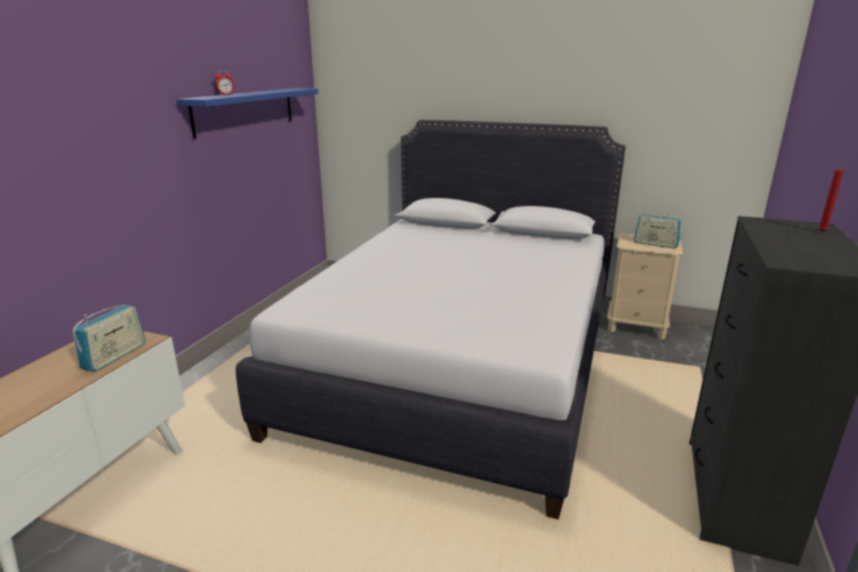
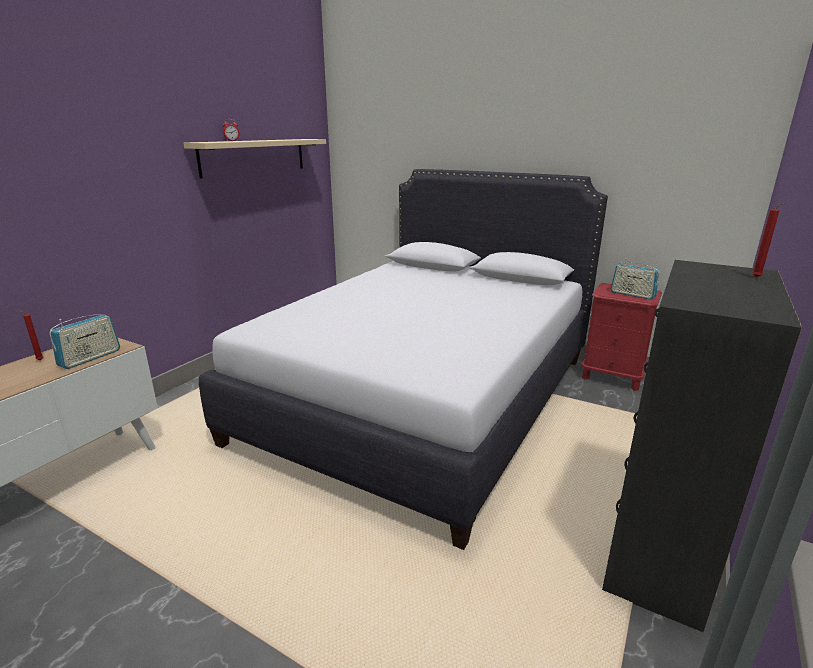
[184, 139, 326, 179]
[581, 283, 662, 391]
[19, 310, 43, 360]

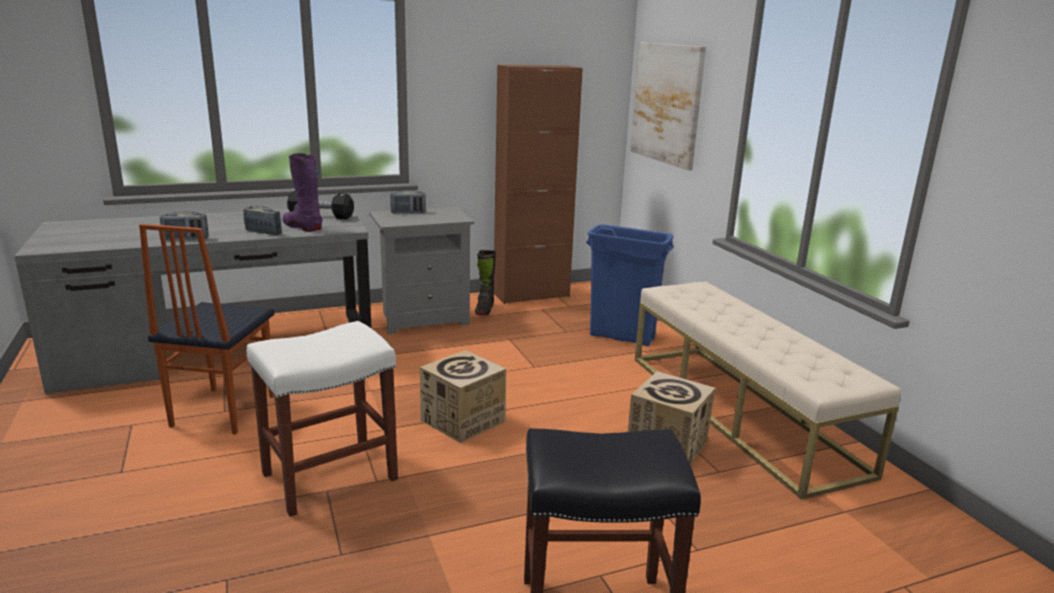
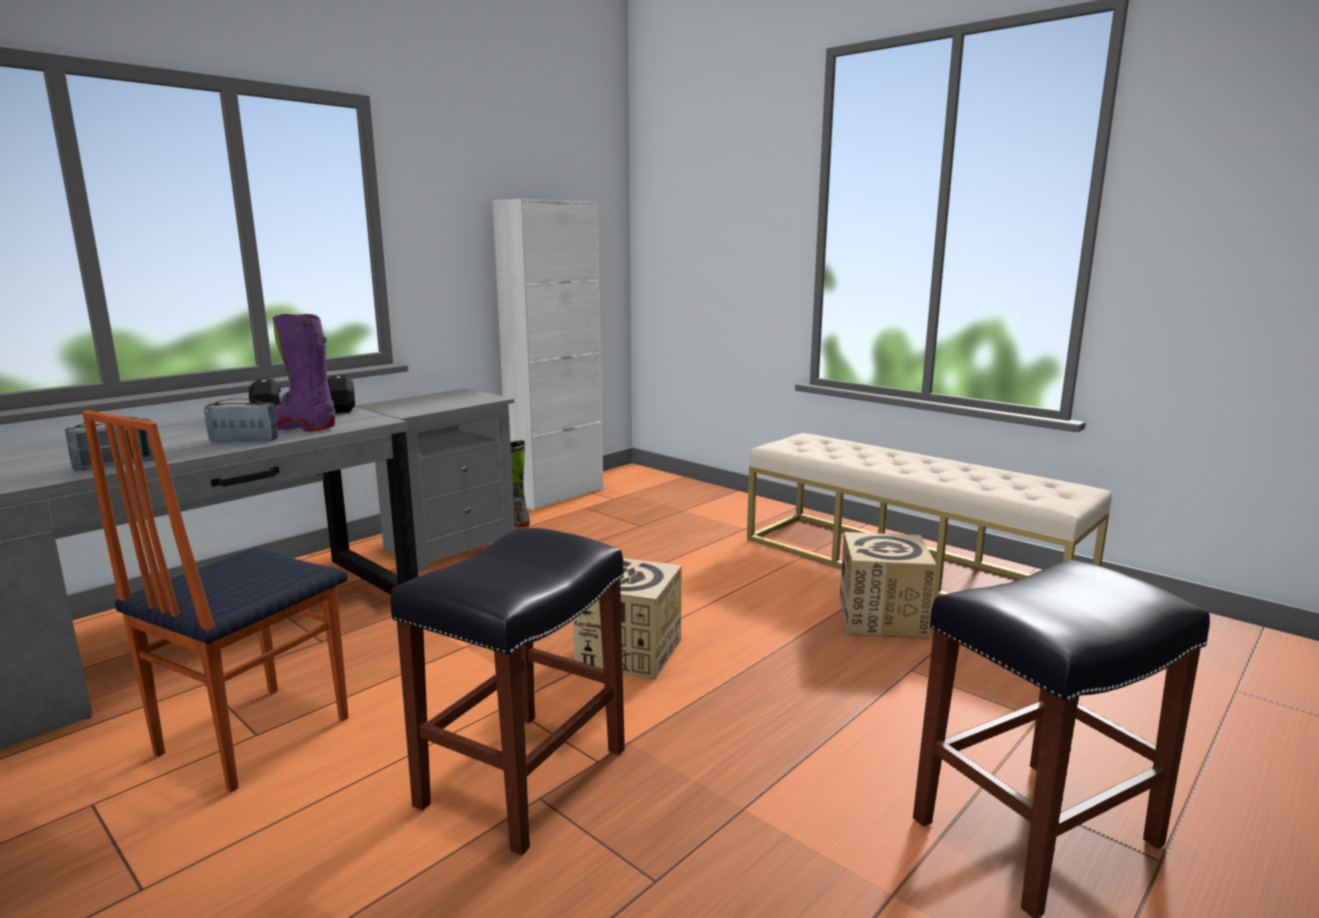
[82, 411, 349, 792]
[390, 528, 625, 855]
[390, 190, 426, 213] (first image)
[492, 199, 603, 511]
[586, 224, 674, 346] (first image)
[631, 42, 706, 170] (first image)

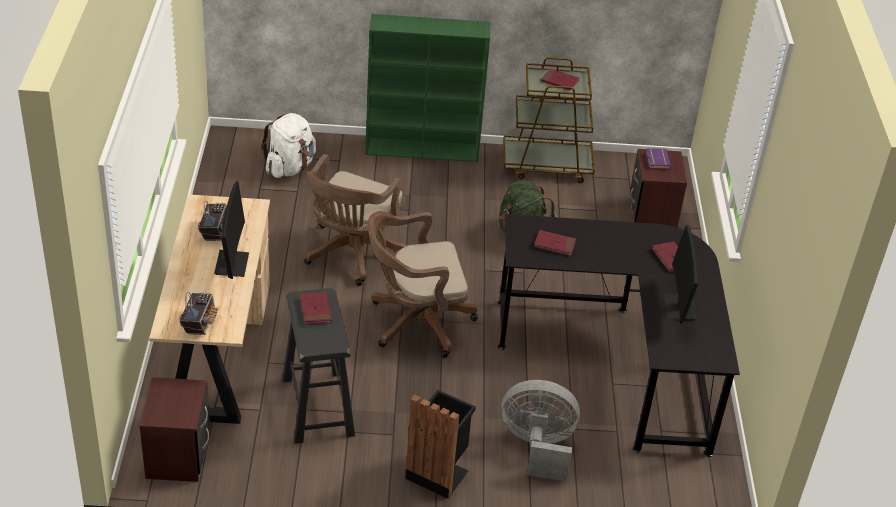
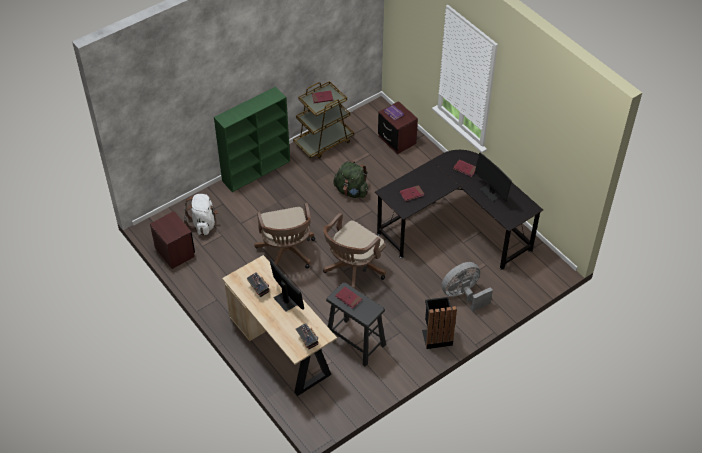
[150, 211, 195, 269]

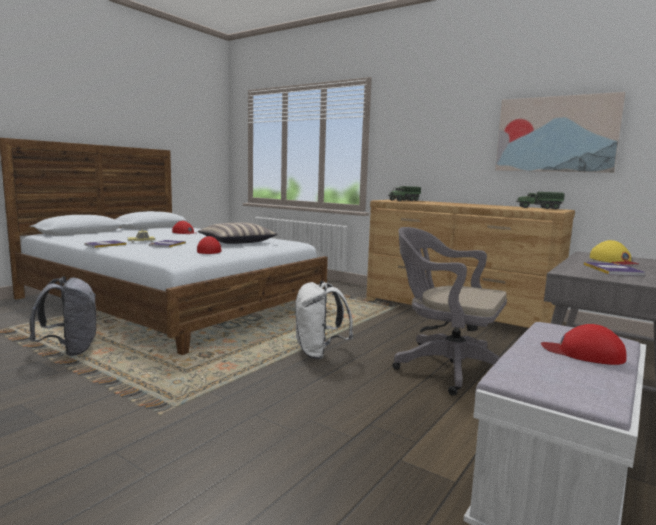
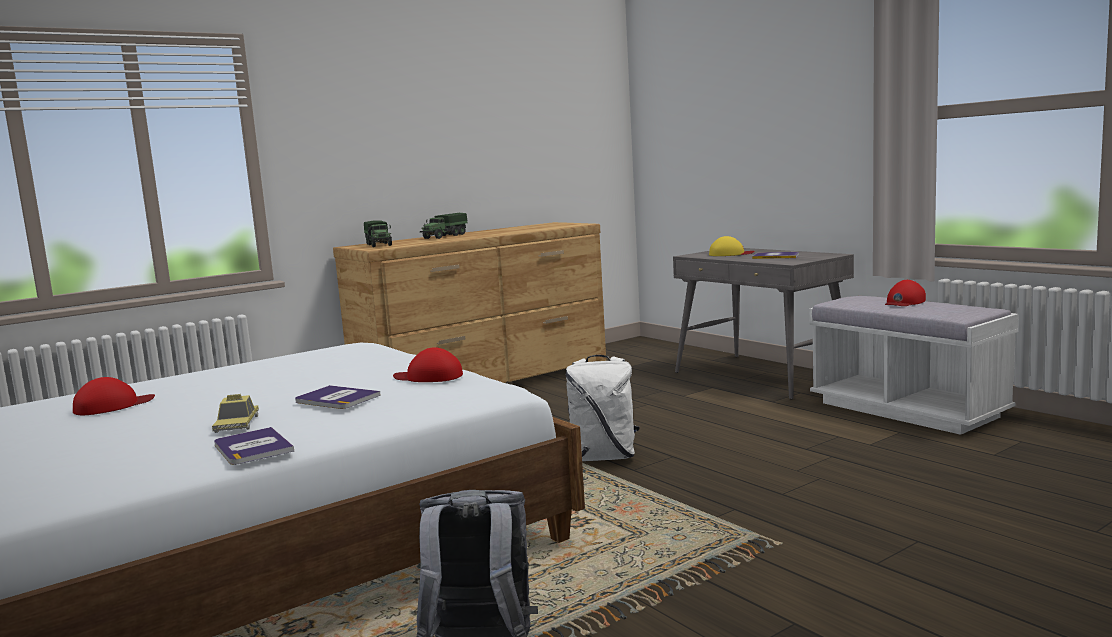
[198, 222, 278, 244] (first image)
[392, 227, 507, 396] (first image)
[495, 92, 625, 173] (first image)
[420, 213, 467, 239]

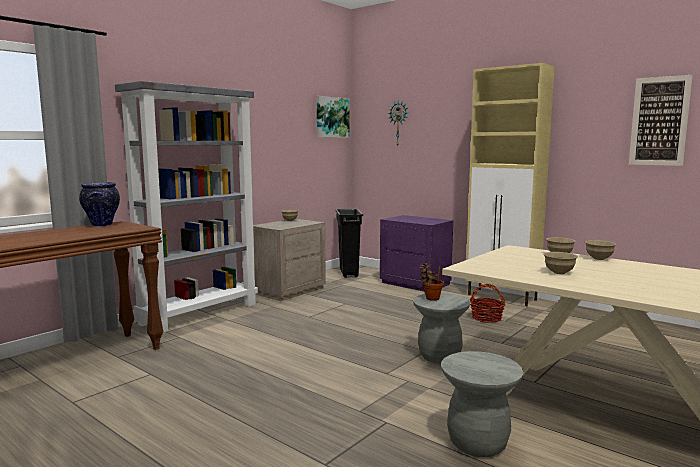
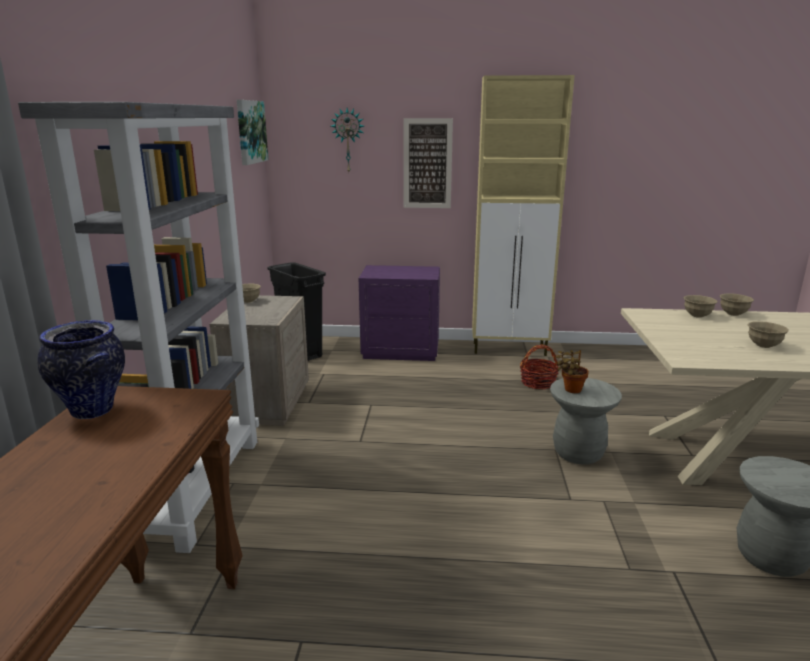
[404, 118, 453, 208]

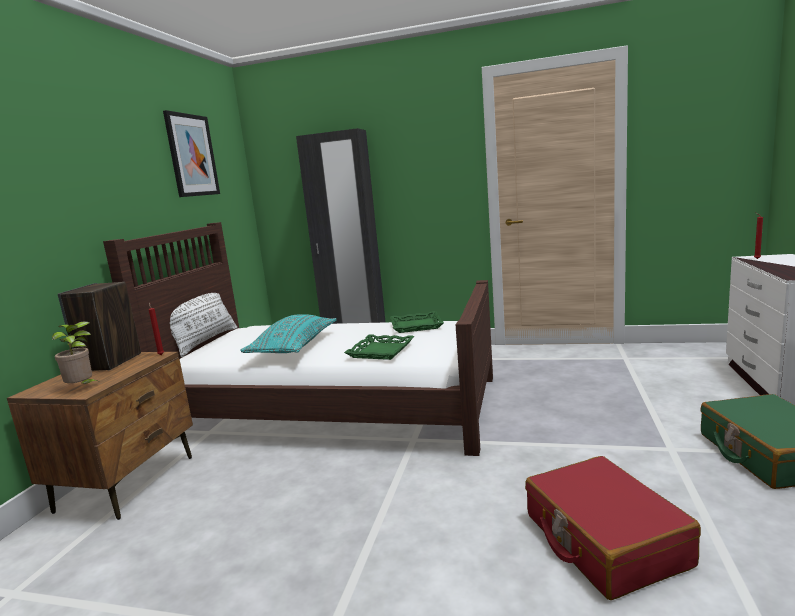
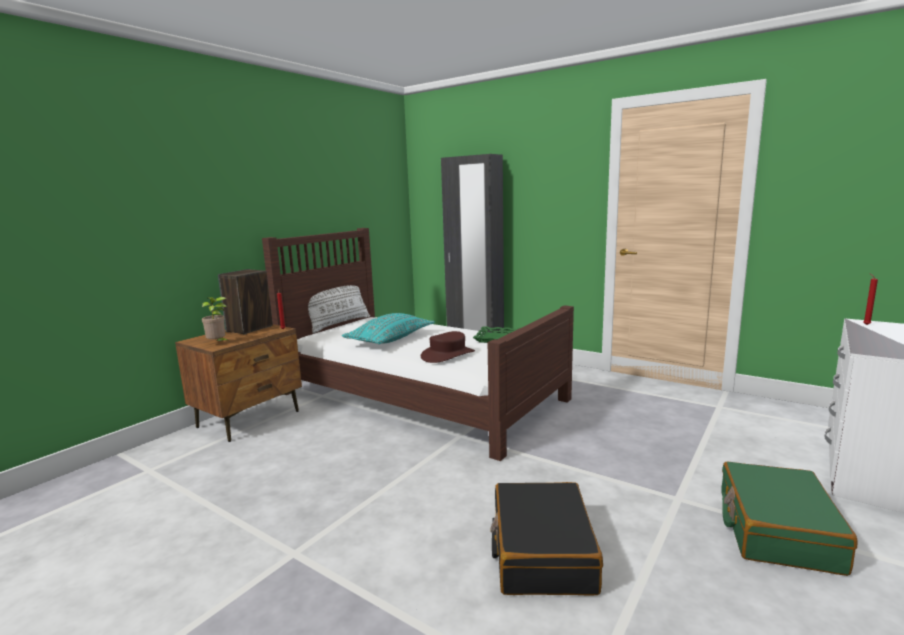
[163, 110, 220, 197] (first image)
[421, 331, 475, 363]
[490, 482, 603, 595]

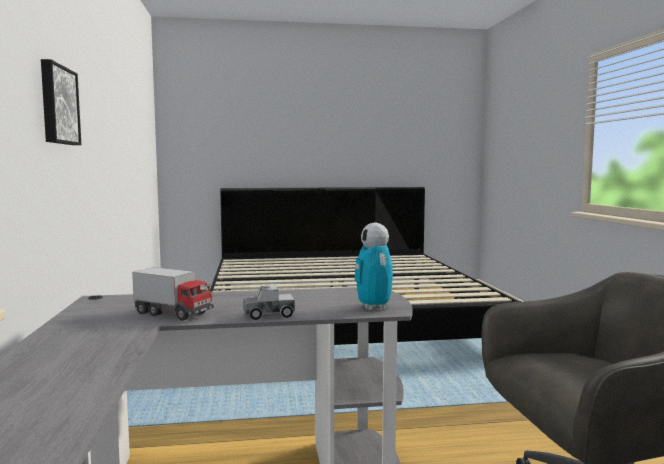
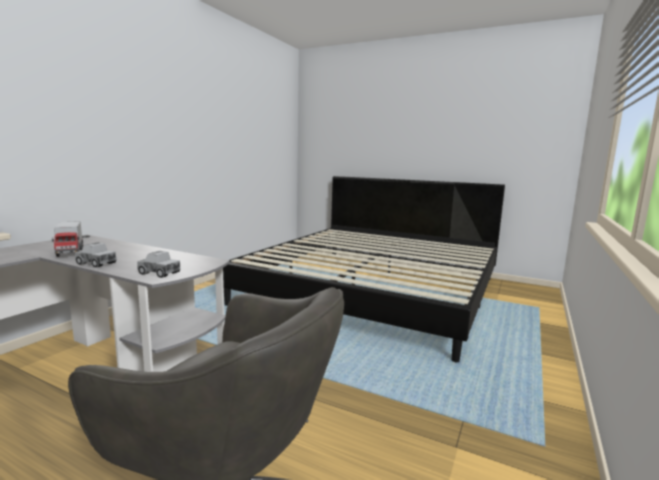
[41, 59, 81, 145] (first image)
[137, 251, 180, 278]

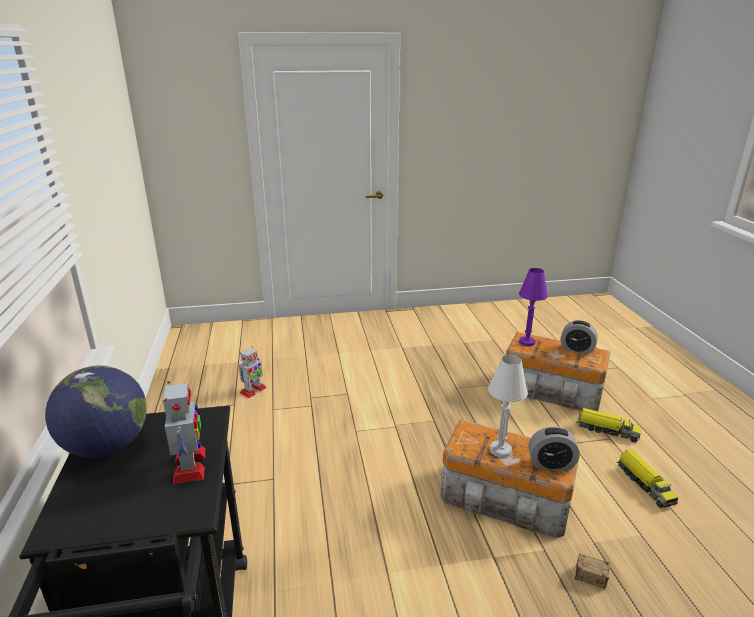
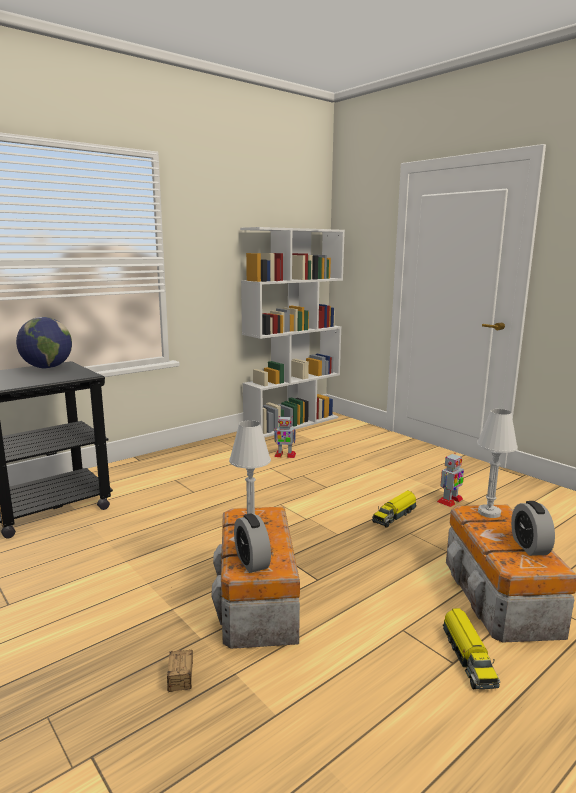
[437, 453, 464, 507]
[477, 409, 518, 518]
[372, 490, 417, 528]
[240, 227, 345, 438]

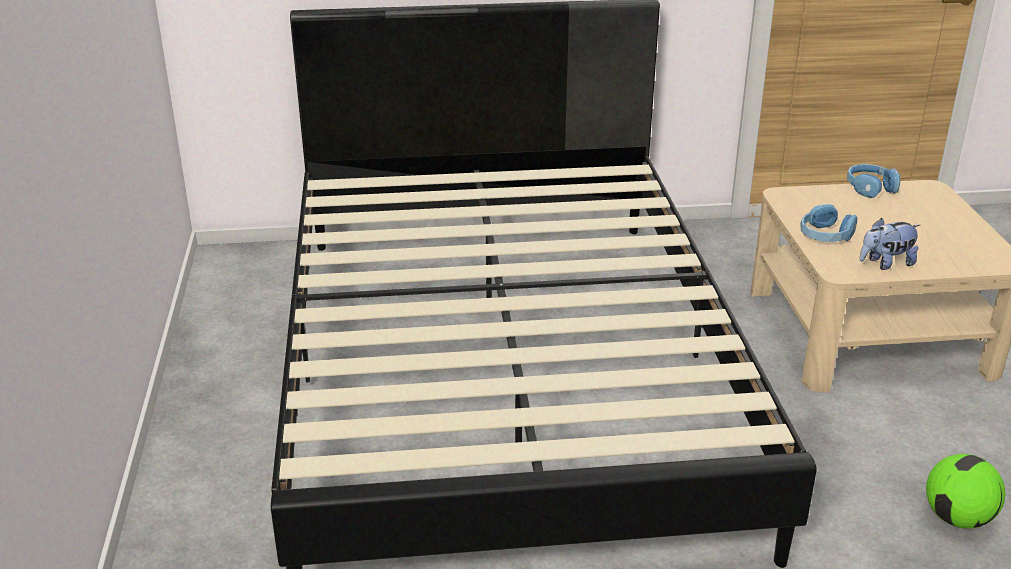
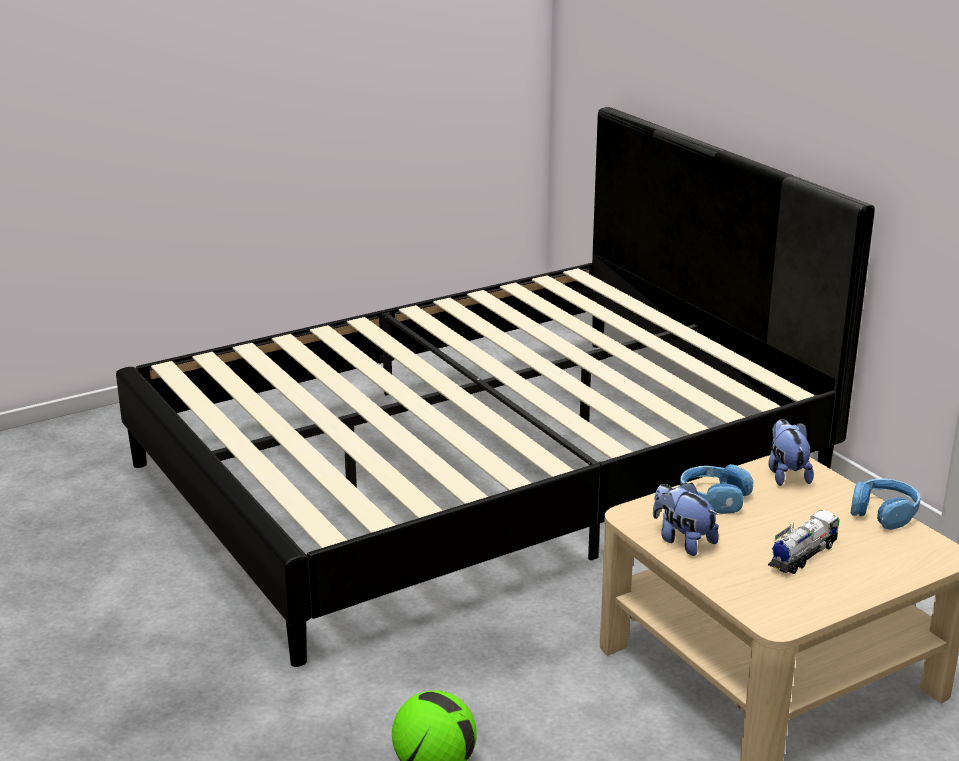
[768, 419, 814, 486]
[768, 509, 840, 574]

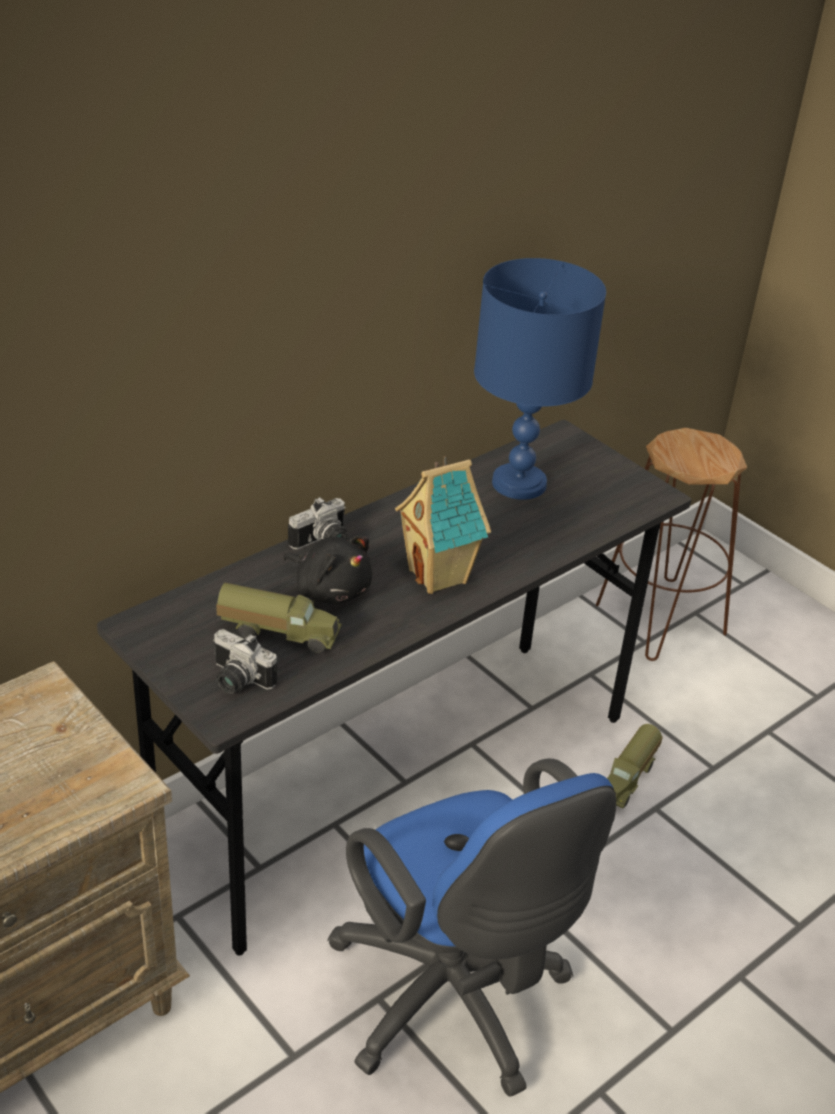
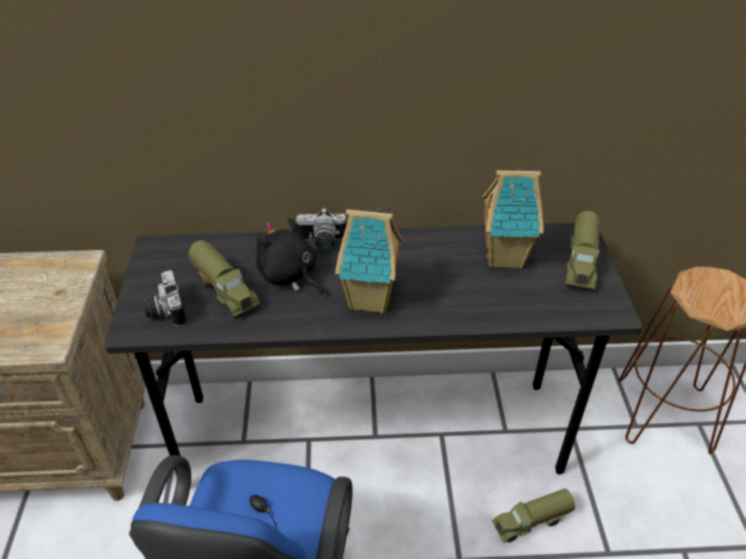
[256, 218, 323, 296]
[482, 165, 544, 269]
[565, 211, 602, 289]

